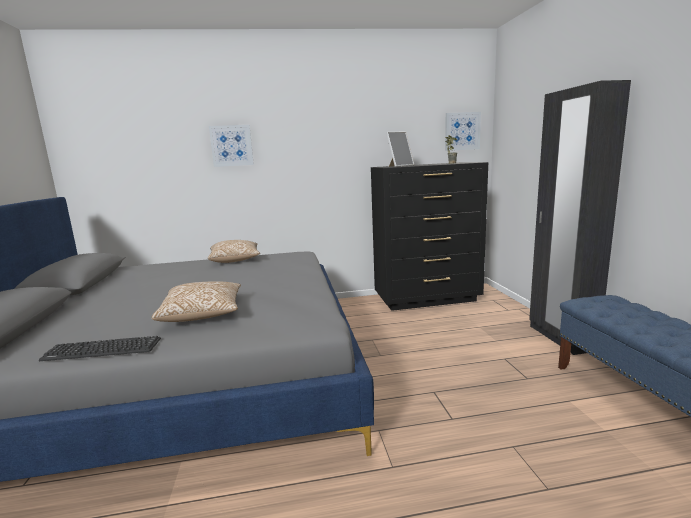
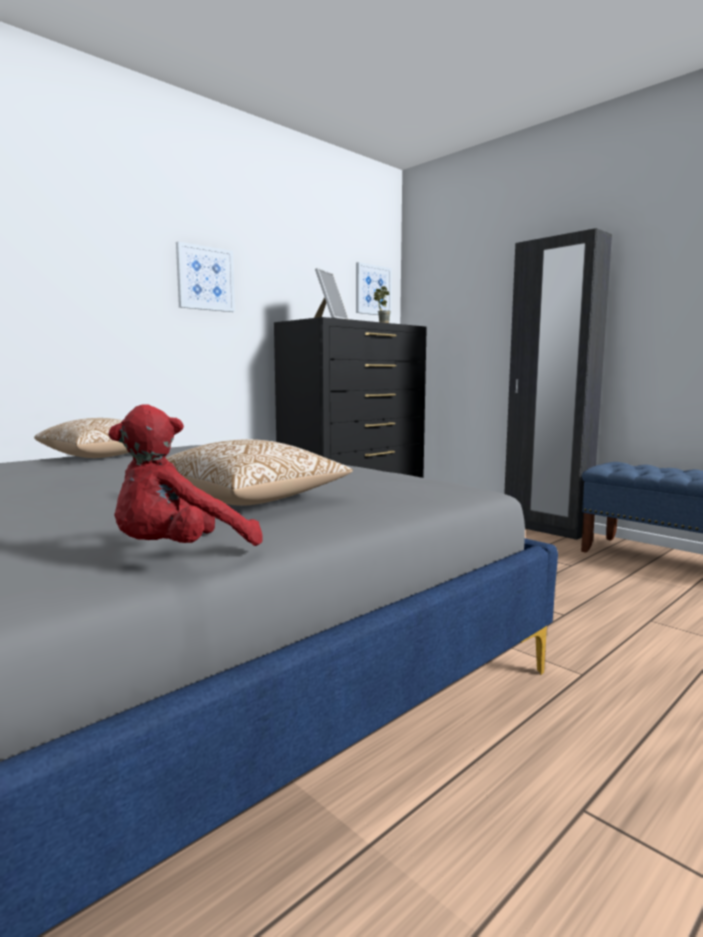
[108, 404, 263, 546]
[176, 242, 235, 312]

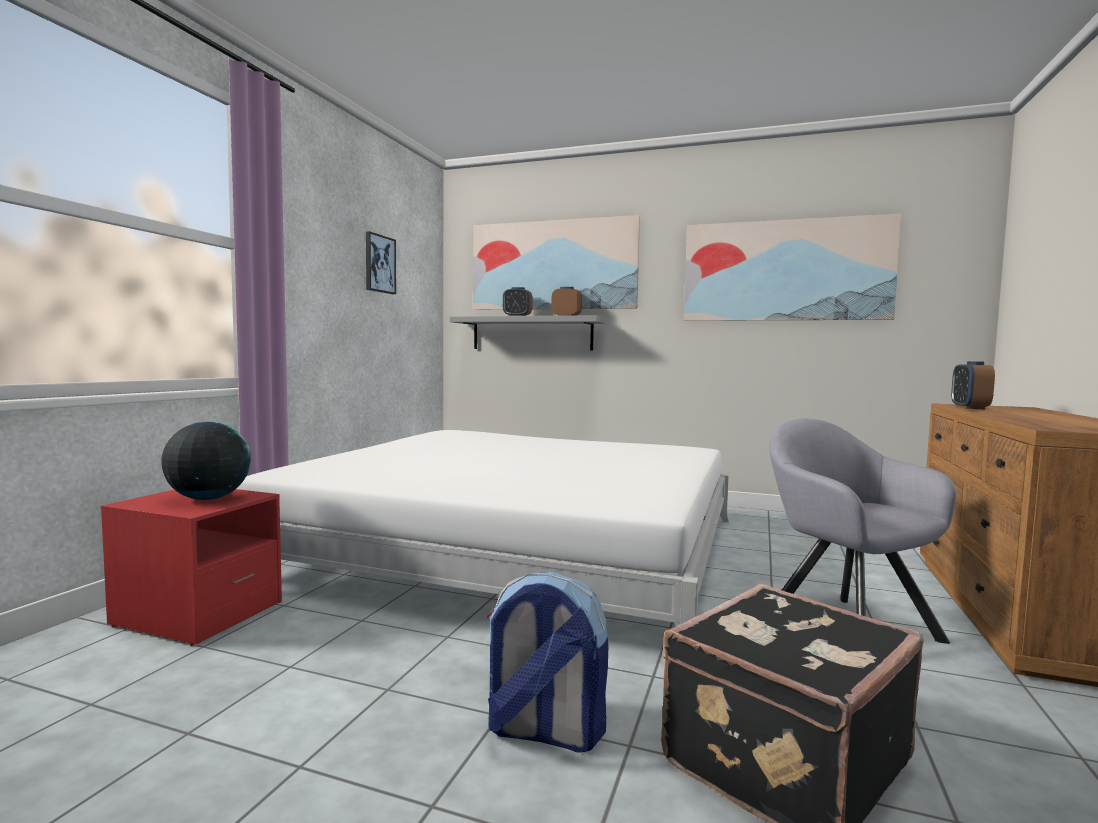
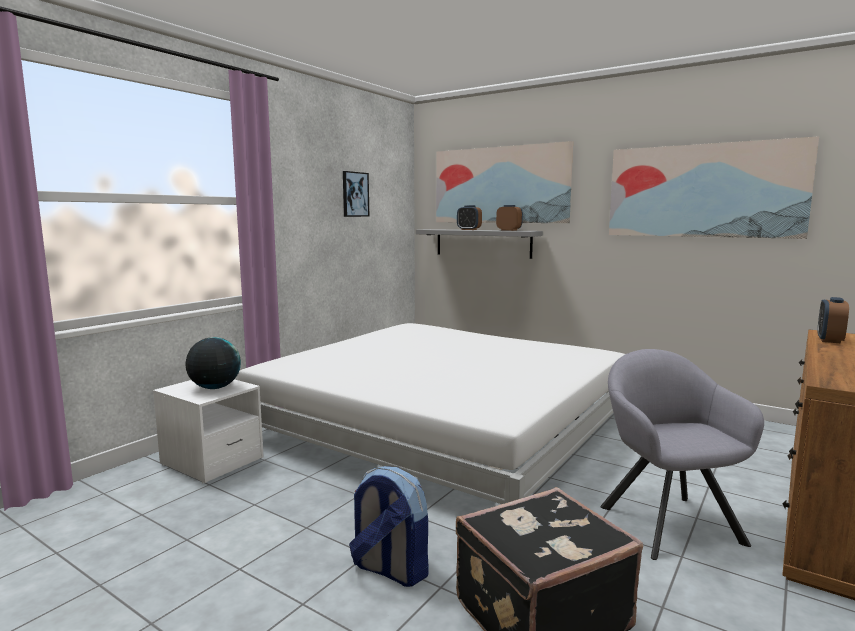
[153, 379, 264, 483]

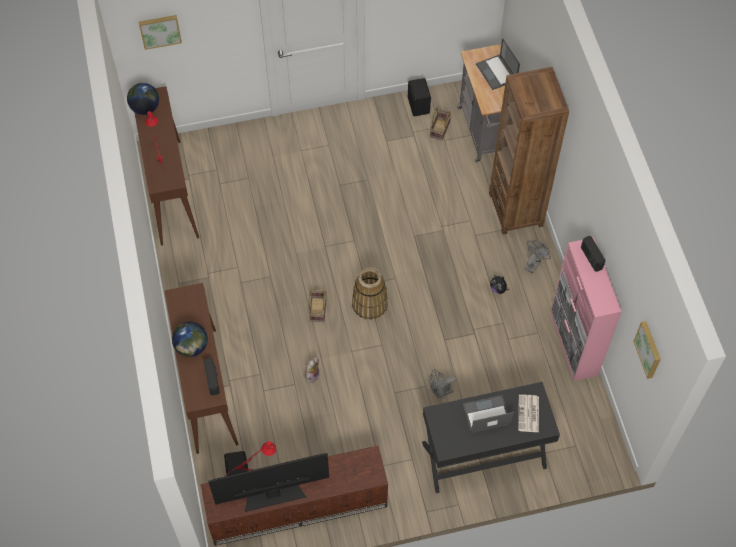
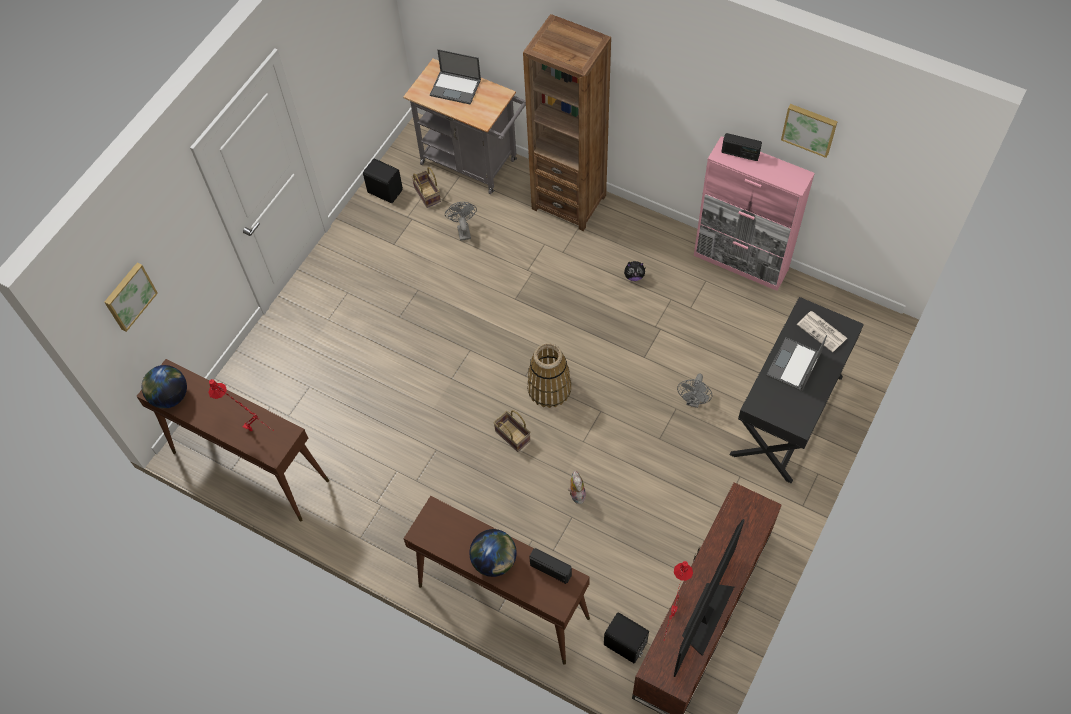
[445, 202, 477, 241]
[781, 104, 837, 158]

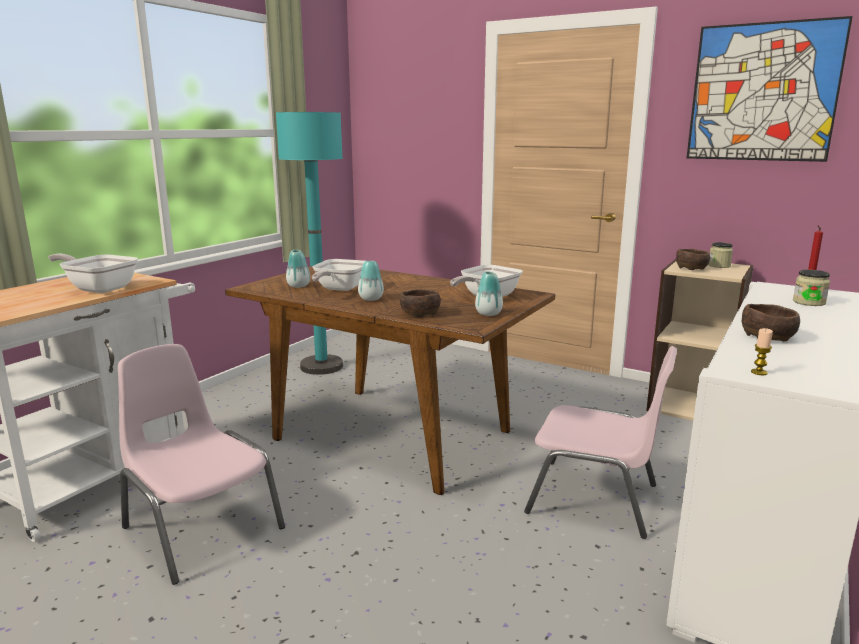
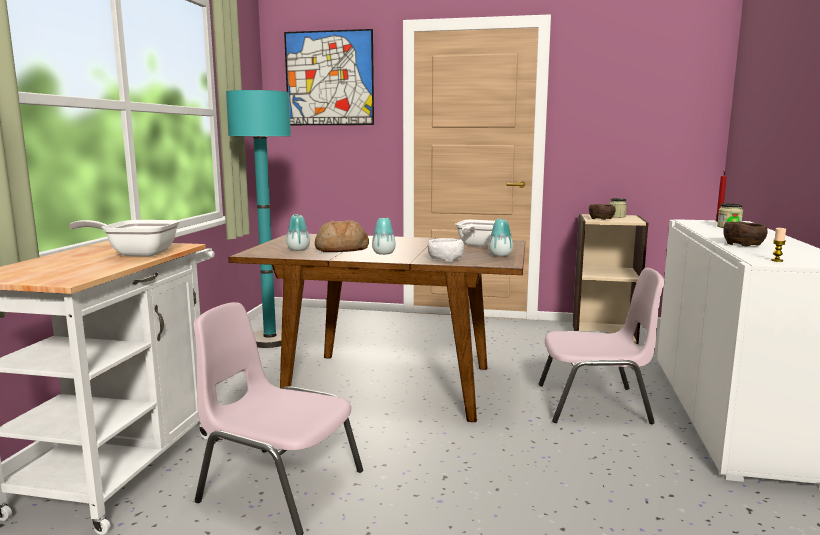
[315, 220, 369, 252]
[428, 238, 464, 262]
[284, 29, 374, 125]

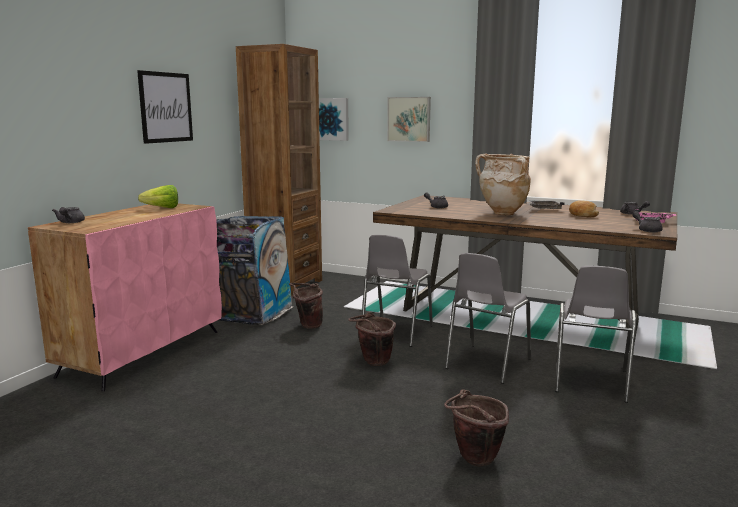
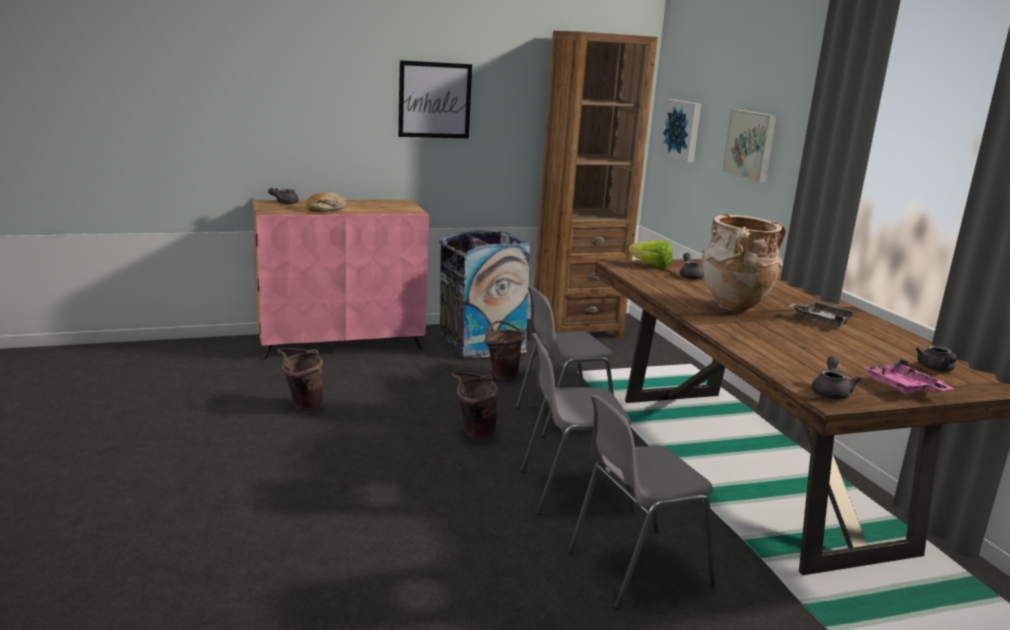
[629, 240, 673, 268]
[277, 348, 323, 411]
[306, 192, 347, 212]

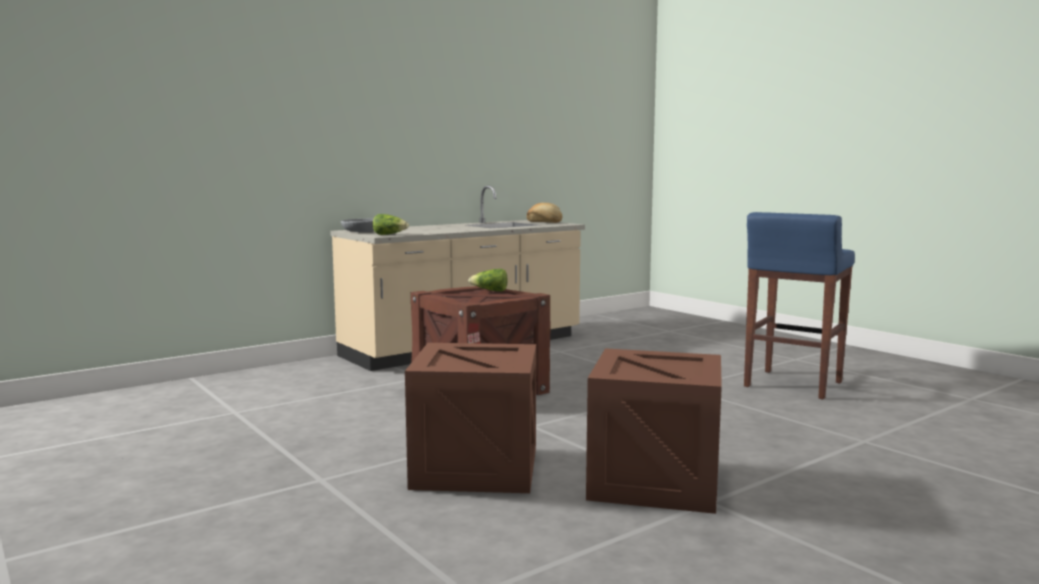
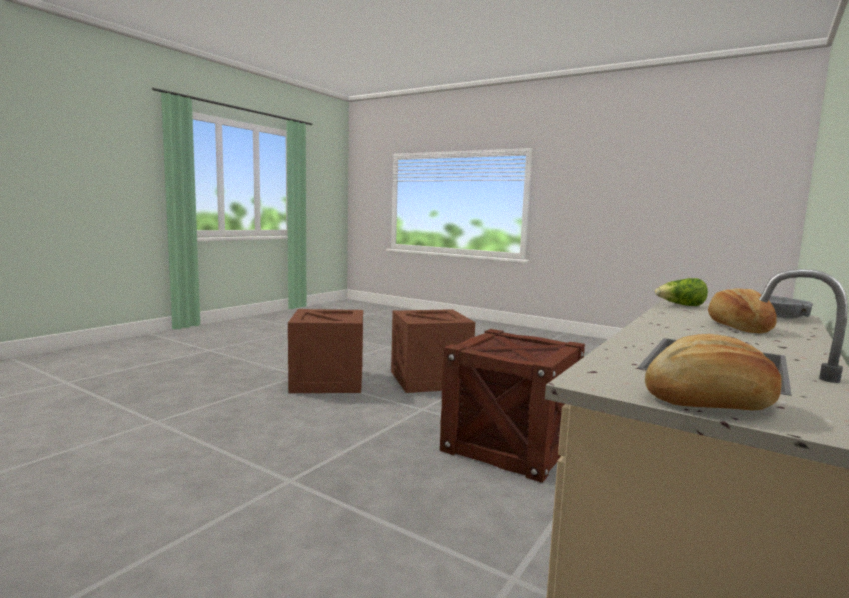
[468, 269, 508, 291] (first image)
[744, 212, 855, 399] (first image)
[708, 288, 776, 333]

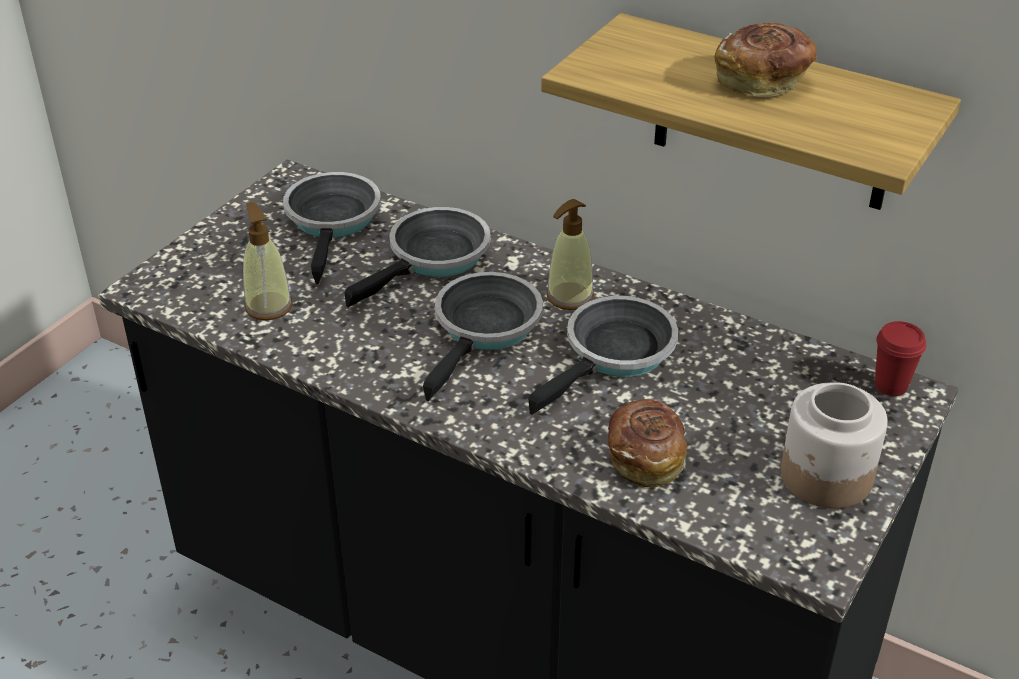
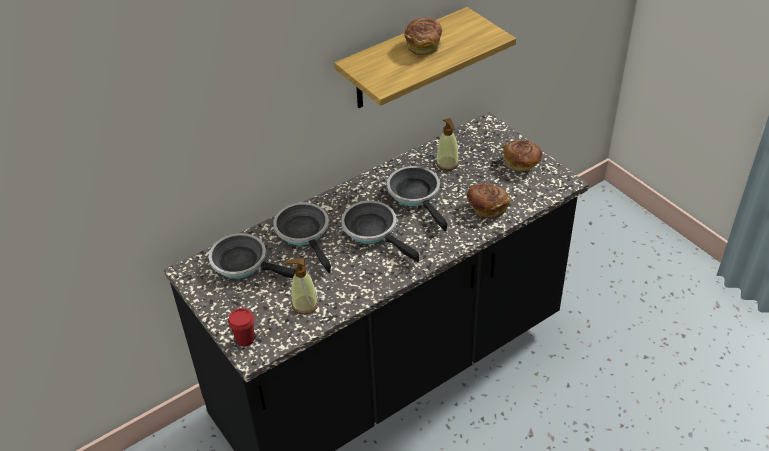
[436, 118, 459, 171]
[503, 140, 542, 172]
[228, 308, 254, 347]

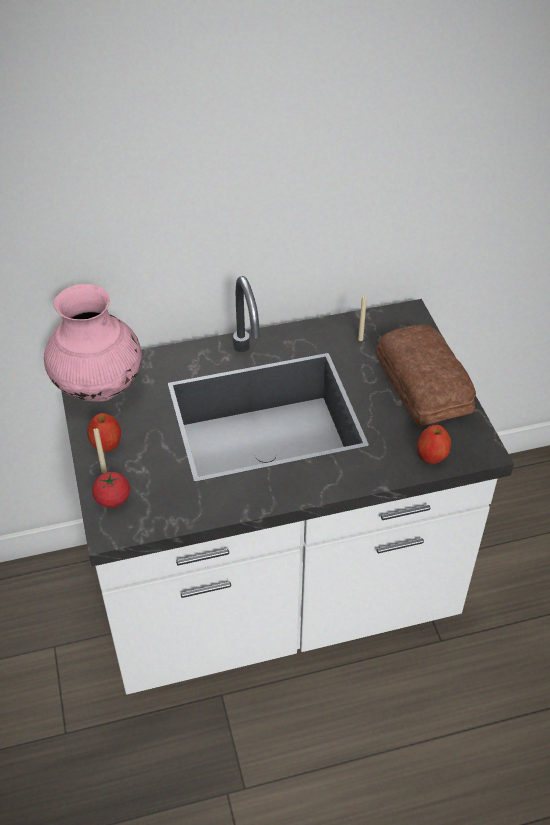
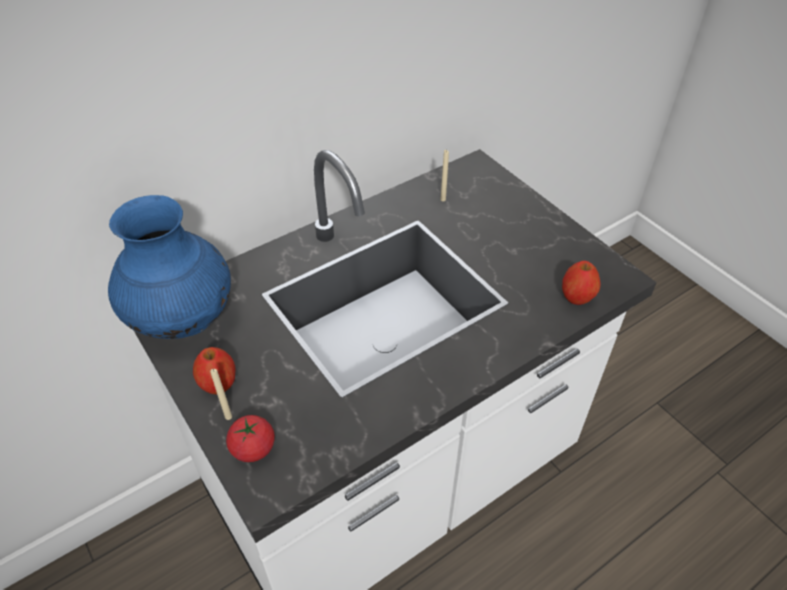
[108, 195, 231, 339]
[375, 325, 476, 427] (first image)

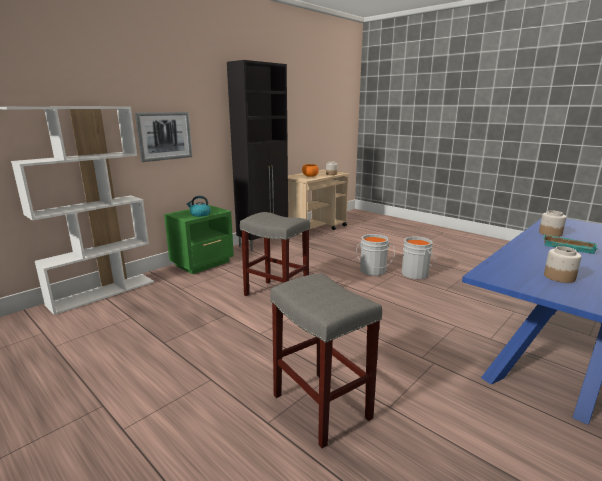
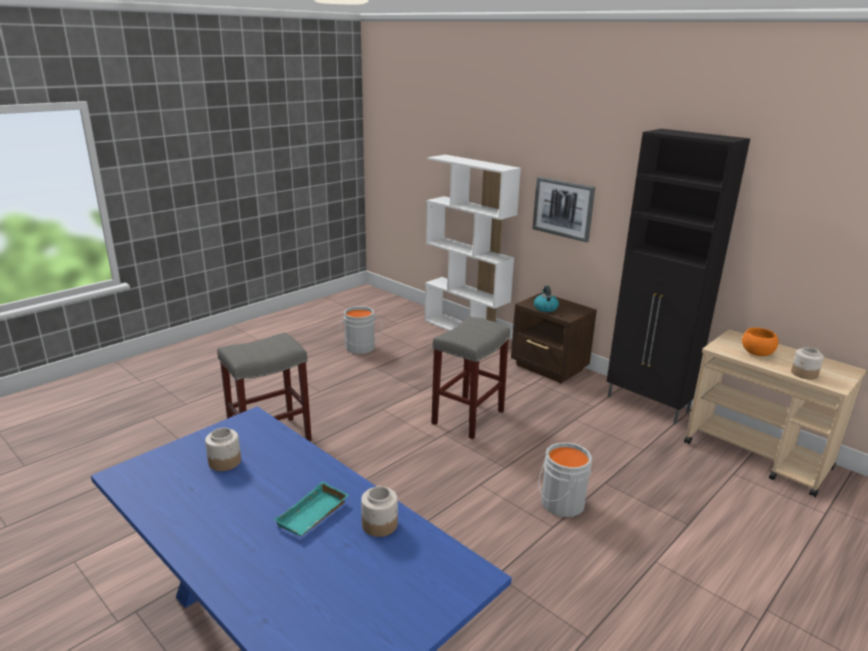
[511, 292, 597, 383]
[340, 306, 382, 354]

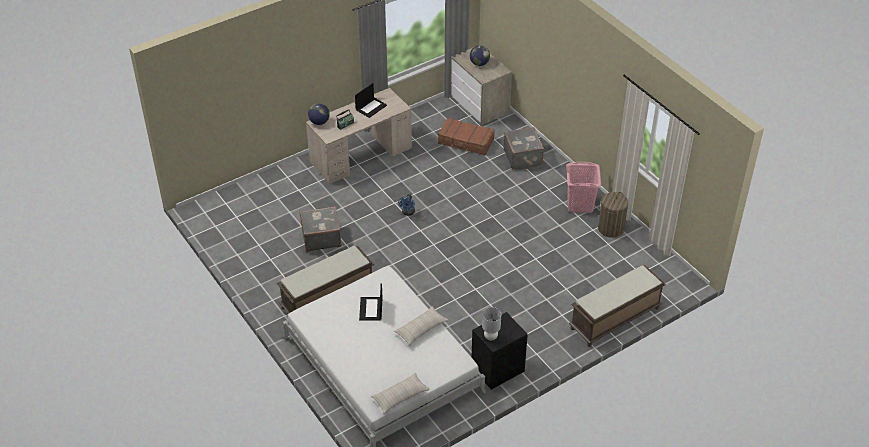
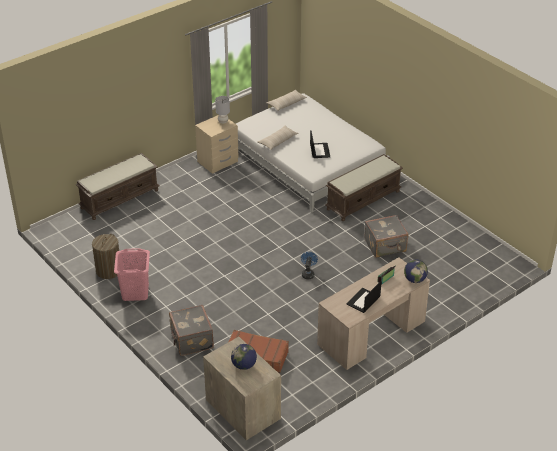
[195, 115, 239, 174]

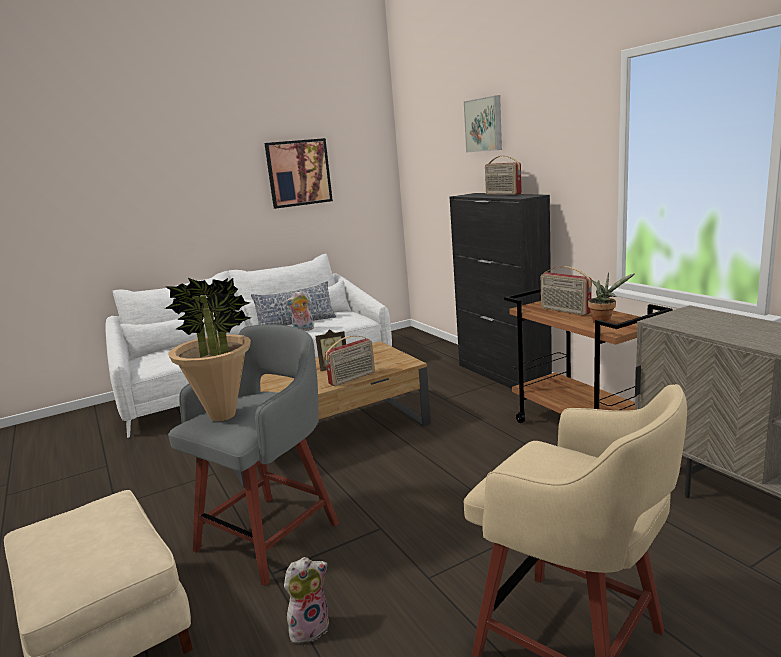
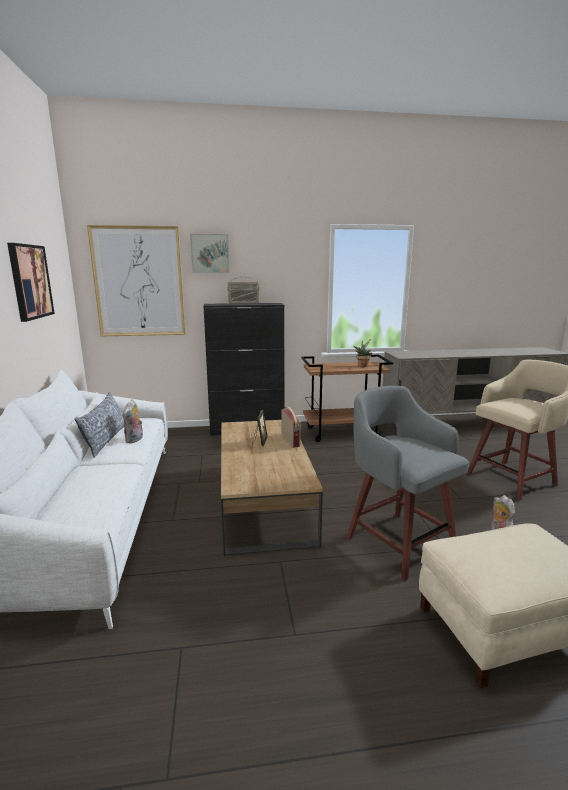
[165, 278, 251, 421] (first image)
[541, 266, 592, 316] (first image)
[87, 225, 186, 336]

